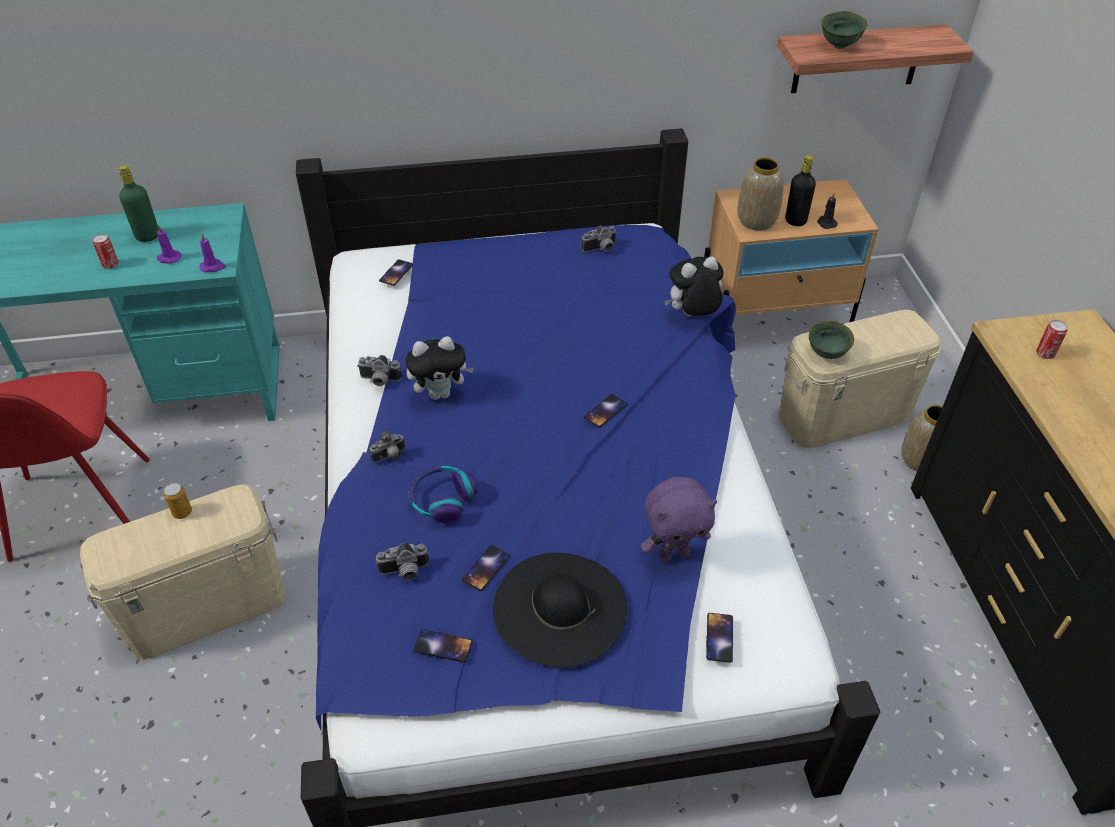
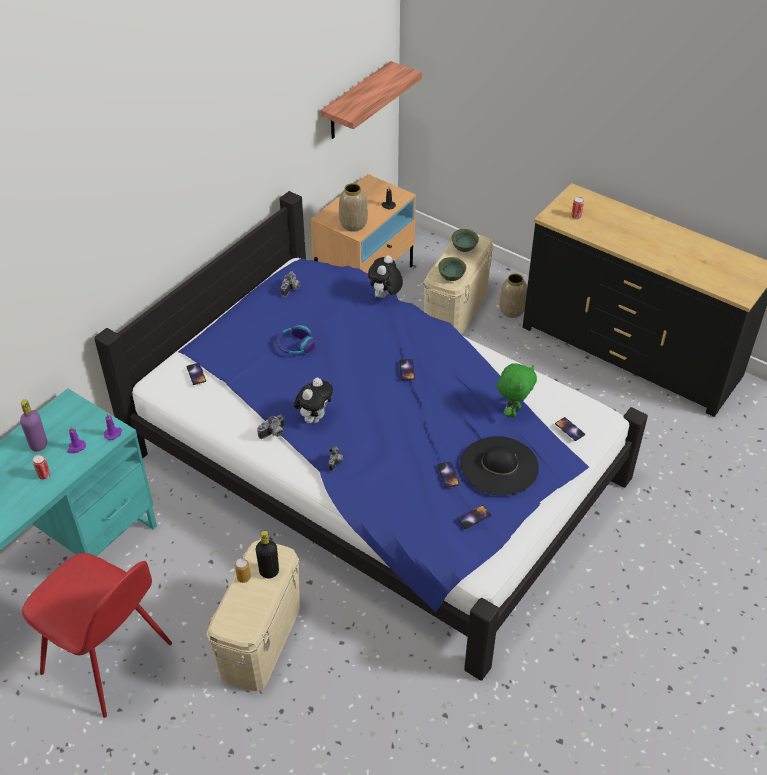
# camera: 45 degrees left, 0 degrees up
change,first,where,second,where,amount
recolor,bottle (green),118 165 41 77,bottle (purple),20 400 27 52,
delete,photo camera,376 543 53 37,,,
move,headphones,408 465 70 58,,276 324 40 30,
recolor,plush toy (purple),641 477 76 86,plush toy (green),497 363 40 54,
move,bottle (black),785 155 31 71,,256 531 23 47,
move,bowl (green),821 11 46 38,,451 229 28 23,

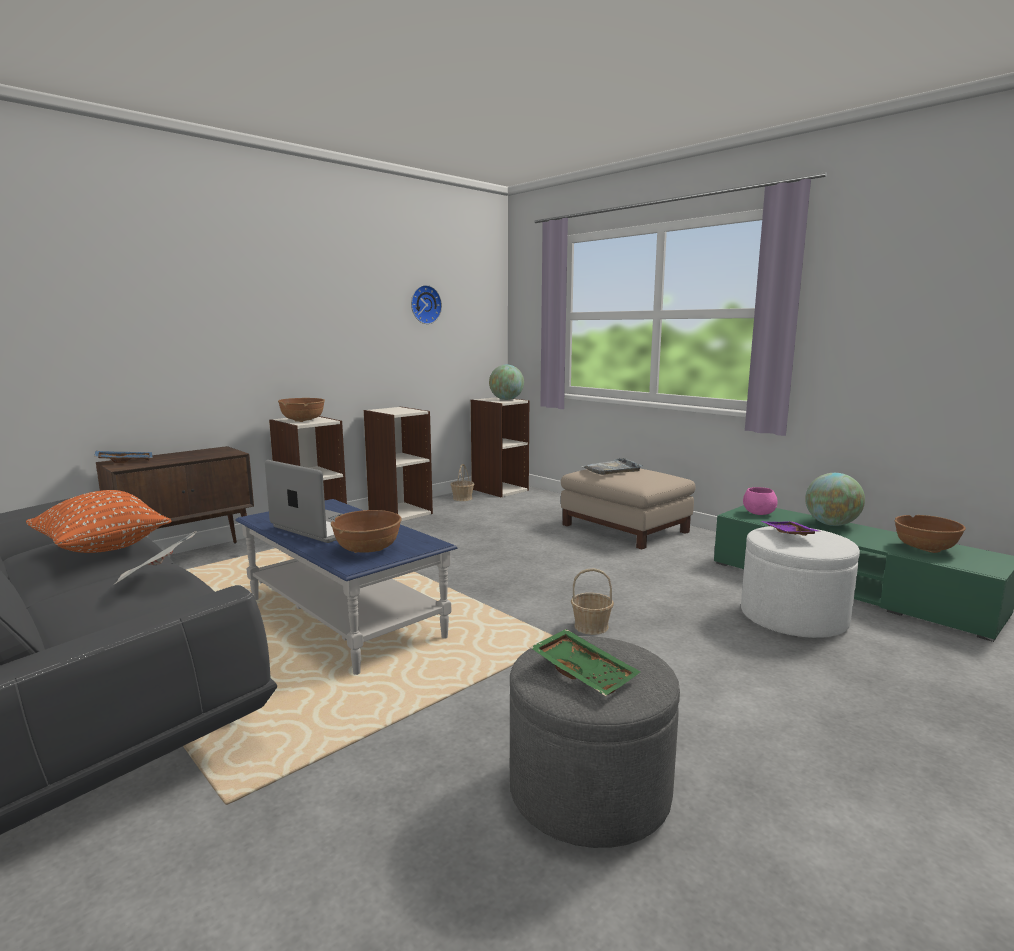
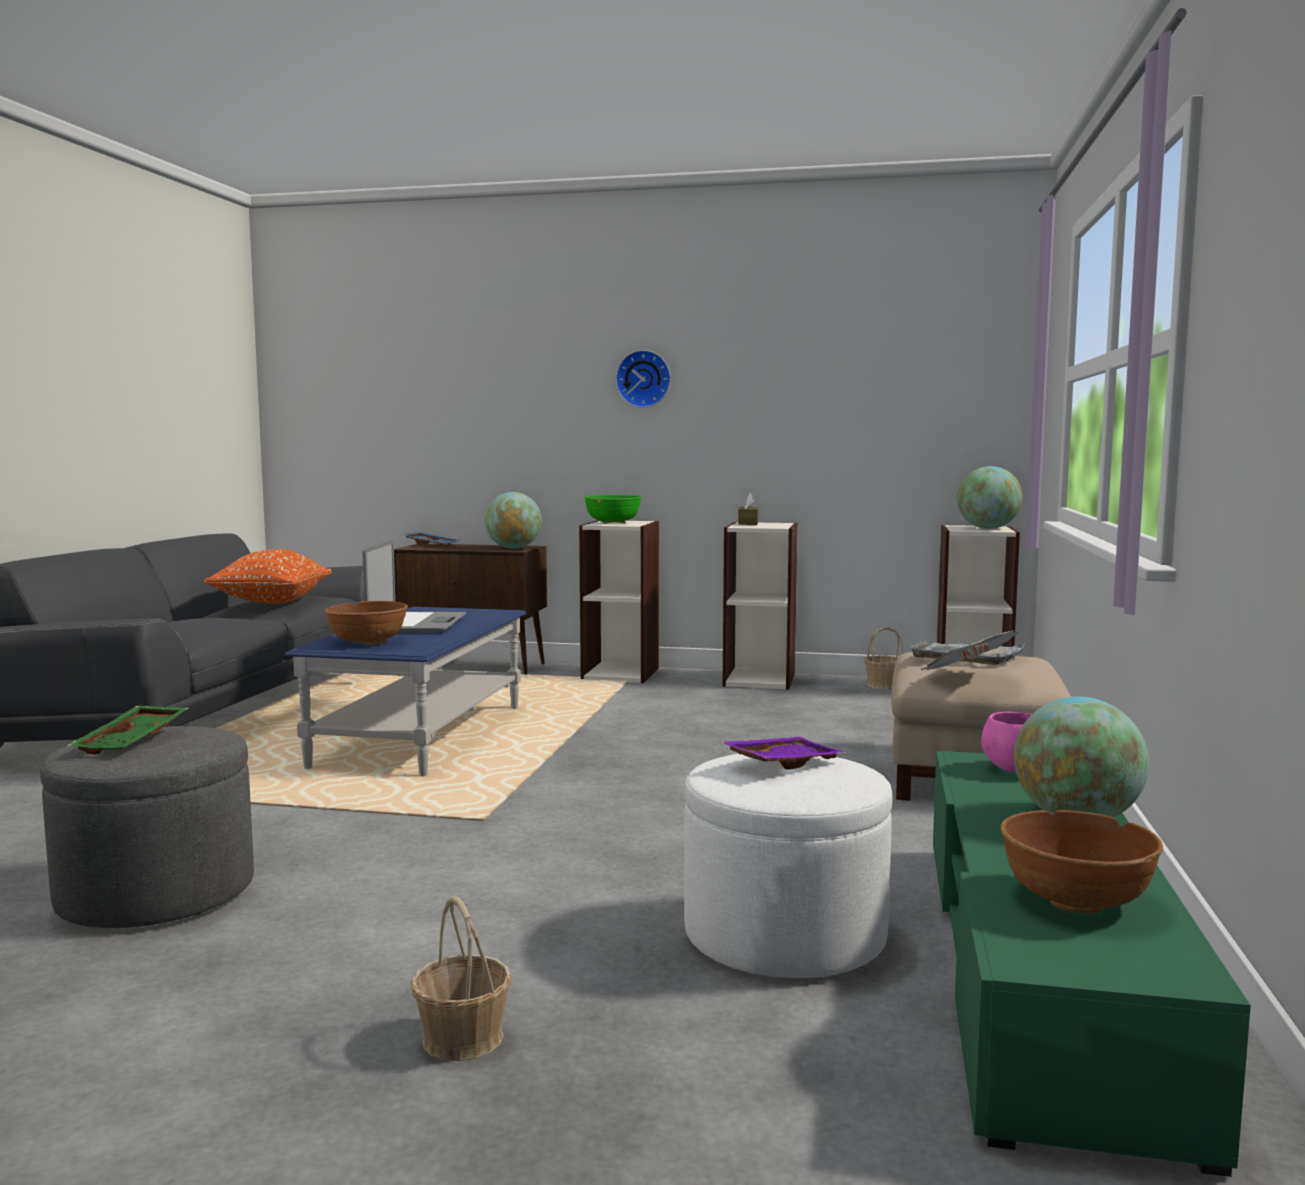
# camera: 55 degrees right, 5 degrees down
change,first,where,second,where,amount
move,newspaper,110 531 87 56,,921 630 97 40,
recolor,bowl (brown),278 398 47 24,bowl (green),585 495 57 29,
move,wall clock,411 285 31 39,,615 350 56 58,
move,basket,571 568 43 67,,411 896 101 165,
insert,,,globe,485 492 57 57,
insert,,,tissue box (brown),738 493 20 32,

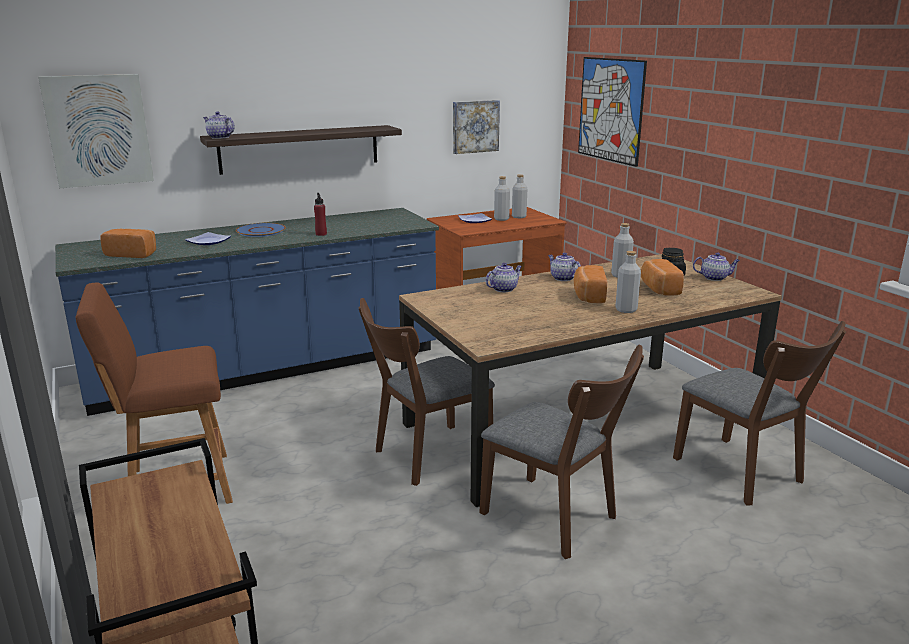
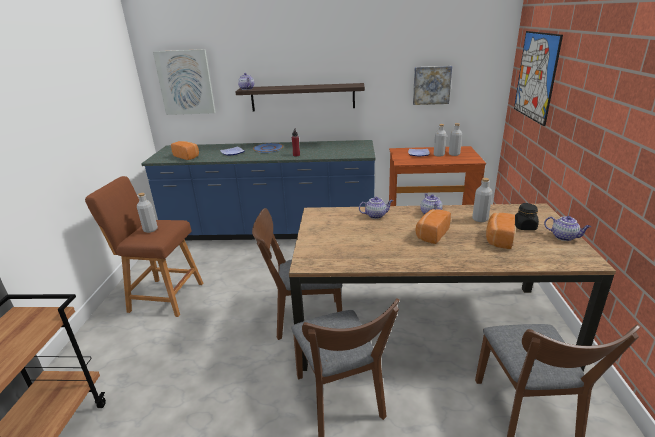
# camera: 30 degrees right, 5 degrees up
change,first,where,second,where,amount
move,bottle (grey),615 251 26 62,,137 193 21 40,

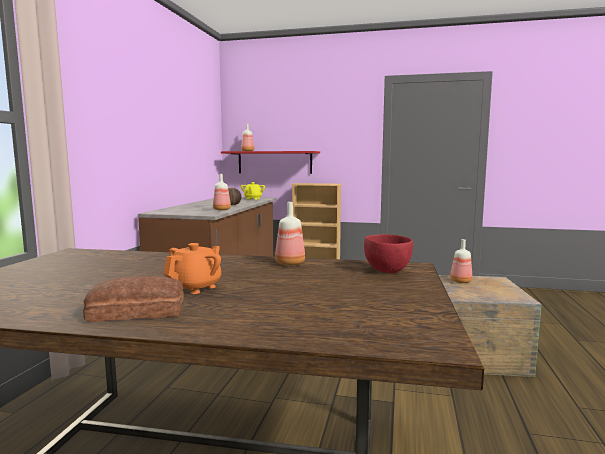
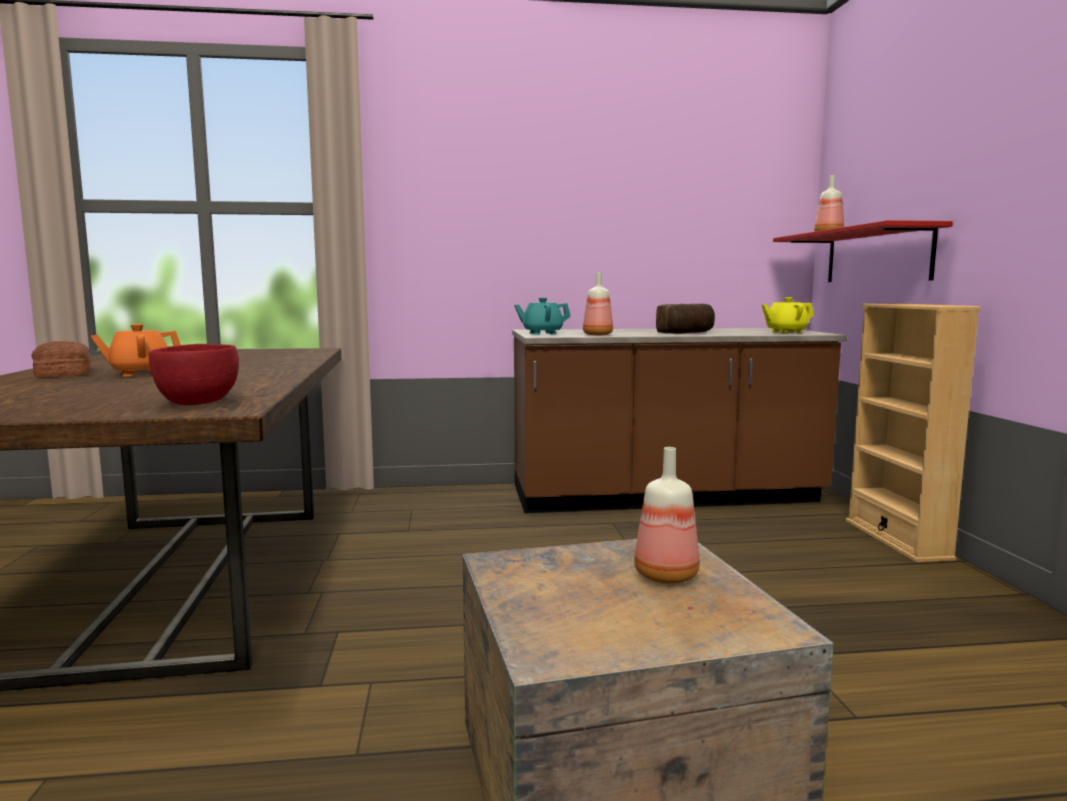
# camera: 70 degrees right, 0 degrees up
change,first,where,second,where,amount
rotate,teapot (orange),164 243 57 51,,90 324 91 52,135 degrees clockwise
delete,bottle,275 202 30 64,,,
insert,,,teapot (turquoise),514 298 57 37,

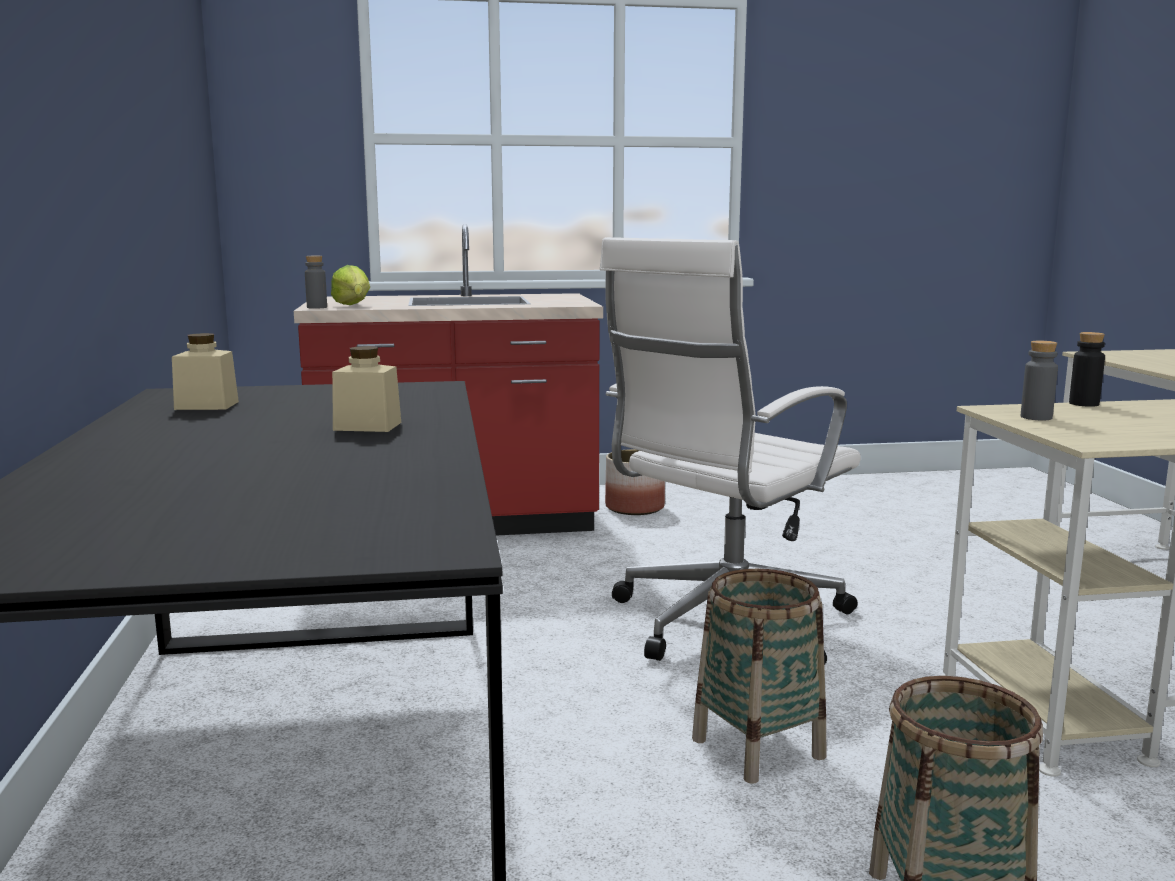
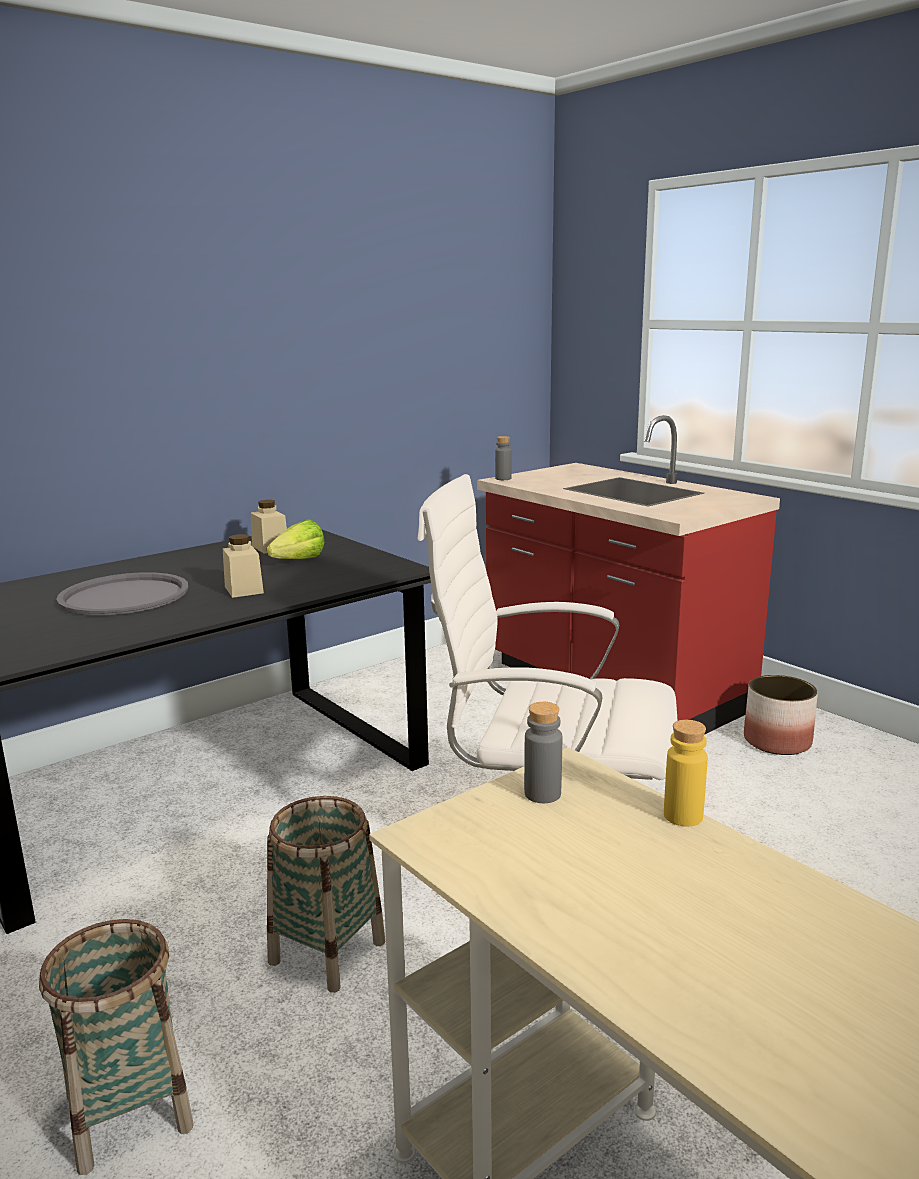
# camera: 60 degrees right, 5 degrees up
change,first,where,second,where,amount
move,lettuce,331 265 39 40,,267 519 58 40,
recolor,bottle (black),1069 332 36 75,bottle (yellow),664 720 44 107,
insert,,,tray (grey),56 572 132 43,

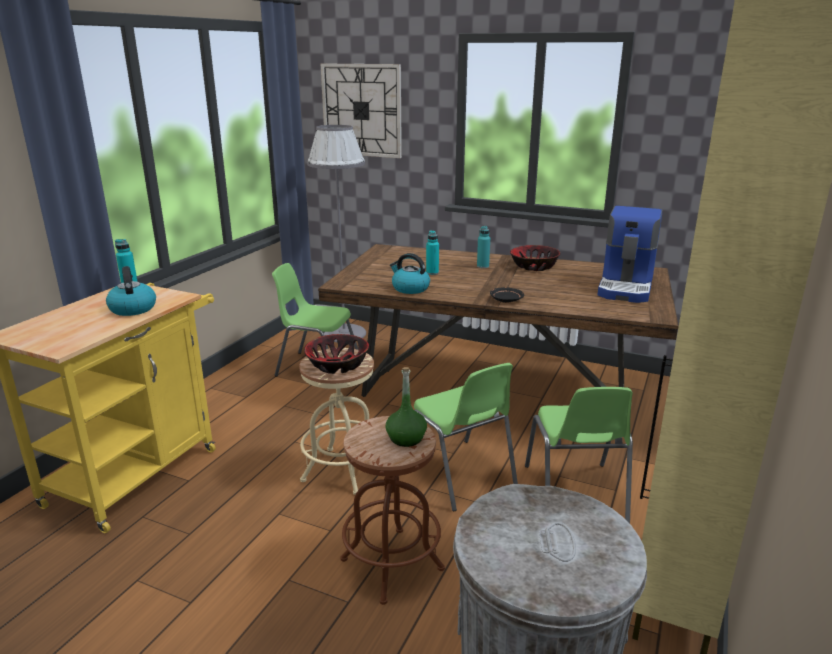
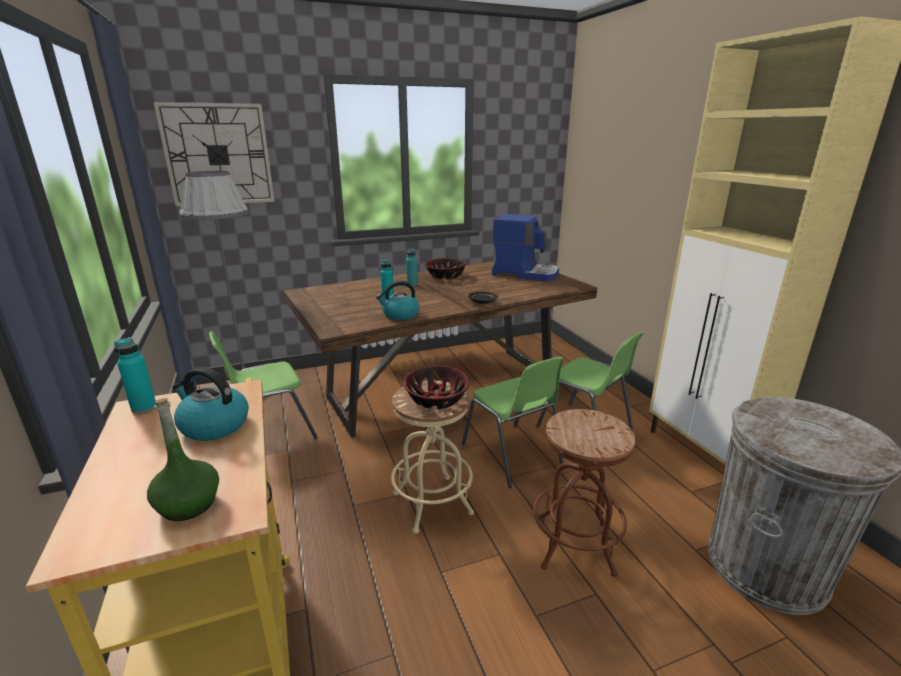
# camera: 45 degrees left, 0 degrees up
change,first,where,second,where,amount
move,bottle (green),386 367 41 80,,147 398 72 123,
rotate,chair (green),414 363 104 148,,462 357 102 131,45 degrees clockwise
rotate,coffee machine,597 206 65 97,,492 214 67 68,45 degrees counterclockwise

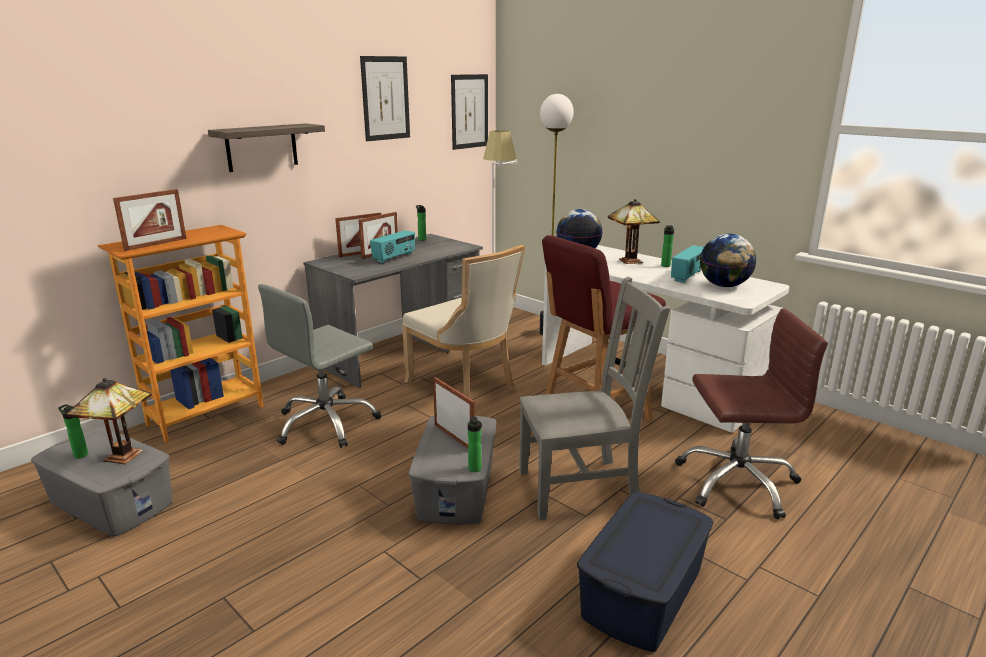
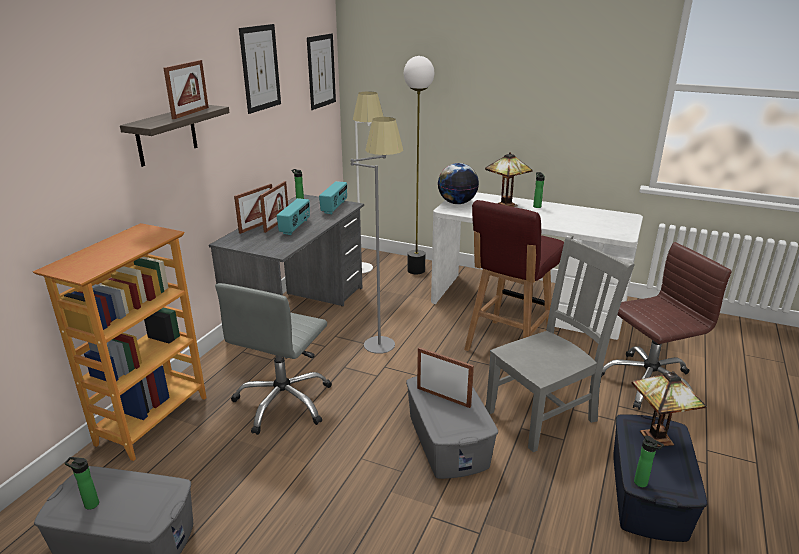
# camera: 20 degrees left, 5 degrees up
change,first,where,second,where,amount
move,table lamp,66 378 86 86,,632 371 75 76,
move,picture frame,113 189 73 62,,164 60 45 59,
replace,chair (beige),402 245 123 153,floor lamp (grey),351 117 52 237,
move,bottle,468 416 14 56,,634 436 30 51,
move,radio,671 245 33 38,,319 181 28 33,
delete,globe,700 234 56 53,,,

